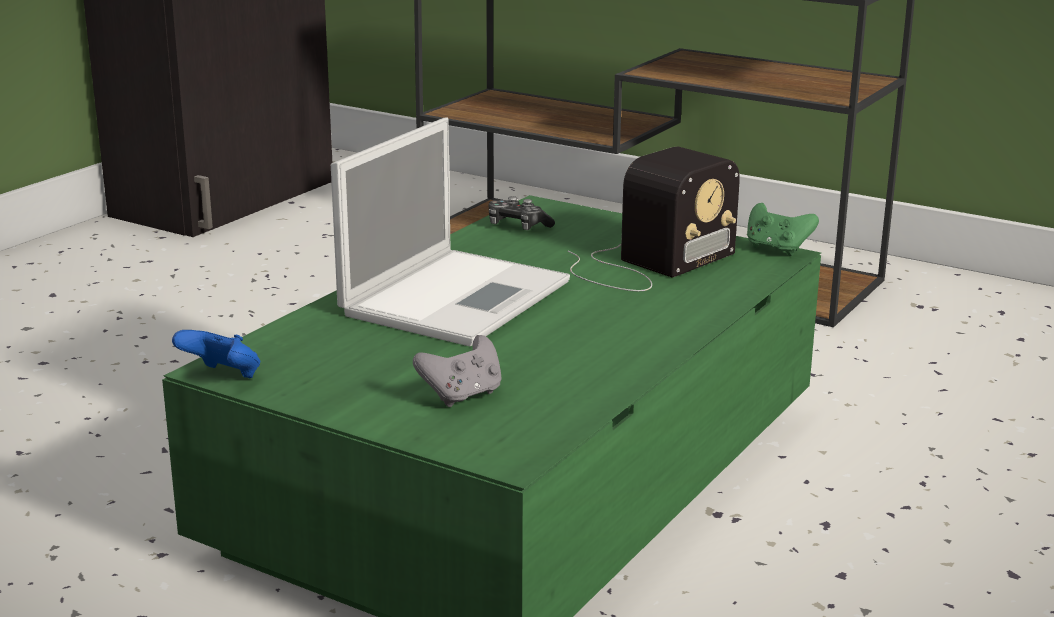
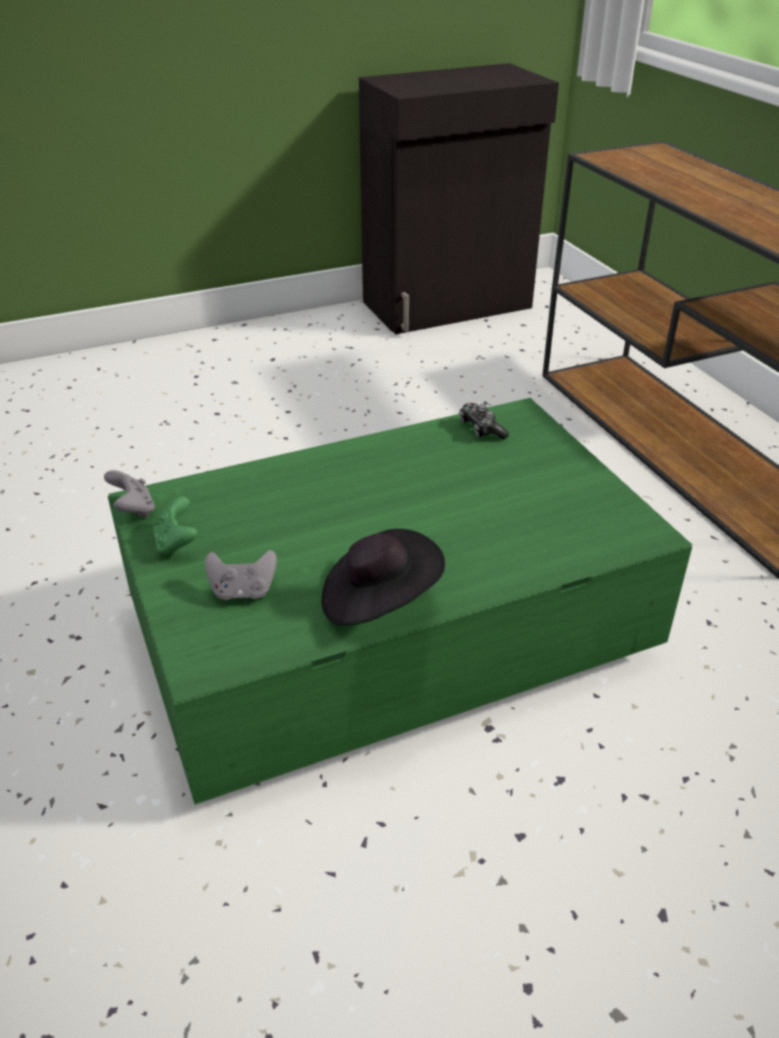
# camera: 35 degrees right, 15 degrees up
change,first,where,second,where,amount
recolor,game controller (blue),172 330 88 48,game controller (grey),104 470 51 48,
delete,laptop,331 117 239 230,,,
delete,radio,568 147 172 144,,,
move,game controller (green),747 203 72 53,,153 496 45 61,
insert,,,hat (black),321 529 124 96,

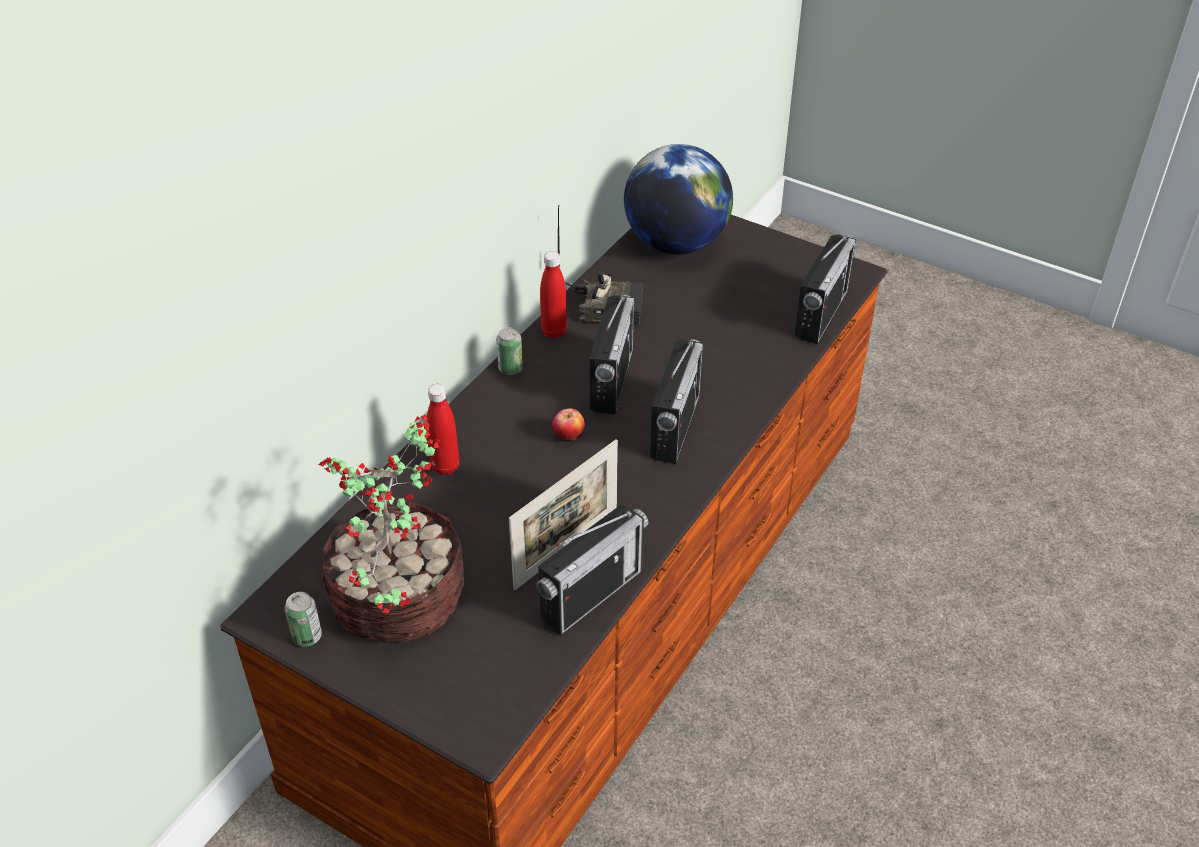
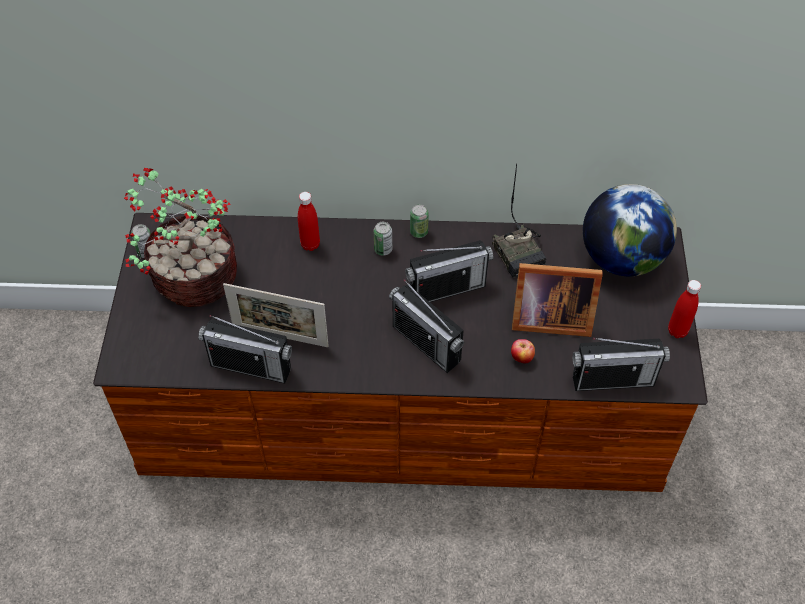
# camera: 60 degrees right, 10 degrees up
change,first,where,second,where,amount
move,bottle (red),540 251 27 88,,668 280 33 58,
move,apple,552 408 33 32,,511 339 24 25,
rotate,radio,650 339 53 125,,389 279 75 94,60 degrees clockwise
insert,,,can,374 222 18 34,
insert,,,picture frame,512 263 91 74,

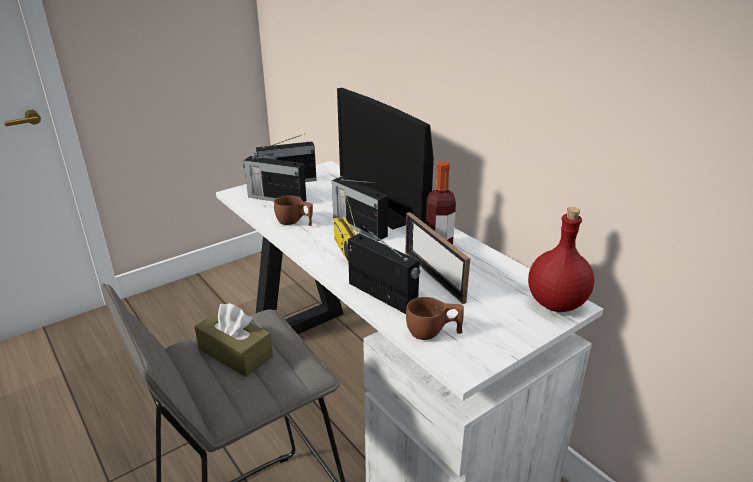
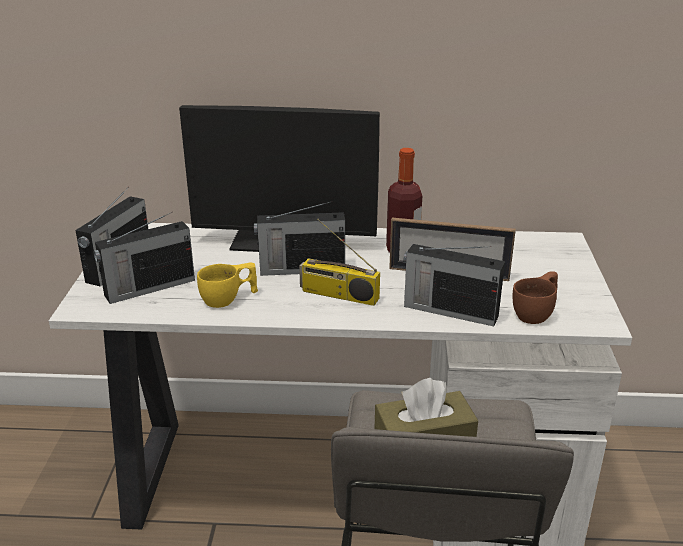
# camera: 50 degrees left, 0 degrees up
change,first,where,second,where,amount
recolor,cup (brown),274 195 39 31,cup (yellow),197 262 61 46,
rotate,radio,348 226 72 88,,403 244 102 82,150 degrees counterclockwise
delete,bottle (red),528 207 66 105,,,

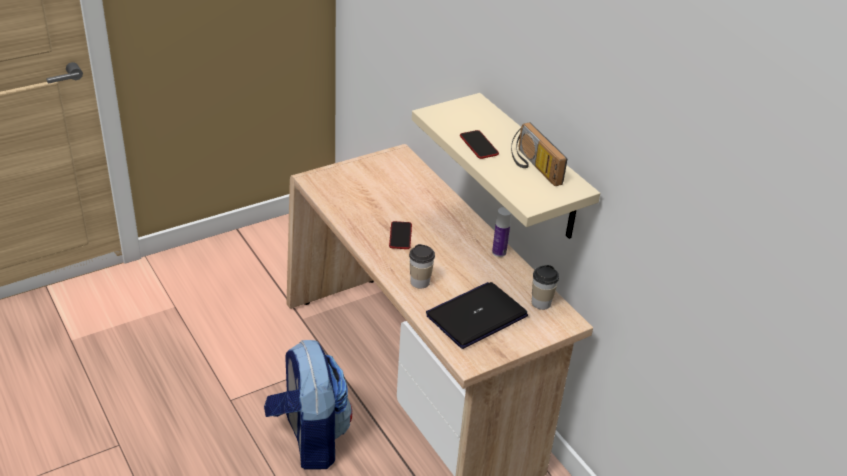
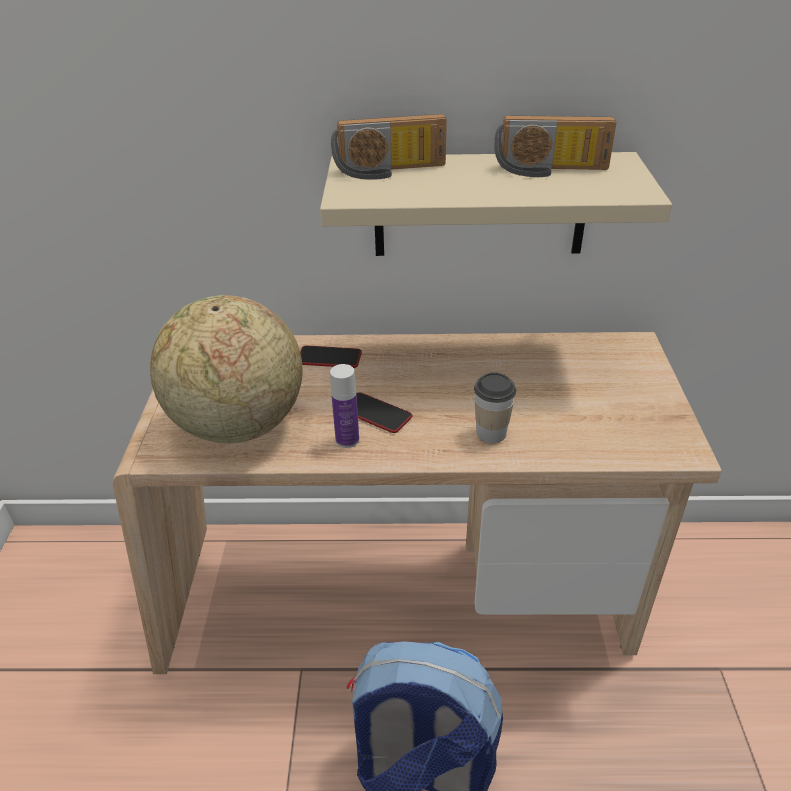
# camera: 55 degrees left, 0 degrees up
change,first,where,second,where,amount
delete,laptop,426 282 102 67,,,
move,phone,460 130 39 29,,300 346 62 22,
move,bottle,492 207 19 50,,330 364 29 84,
delete,cup,532 265 27 45,,,
insert,,,globe,150 295 153 148,
insert,,,radio,331 114 116 66,

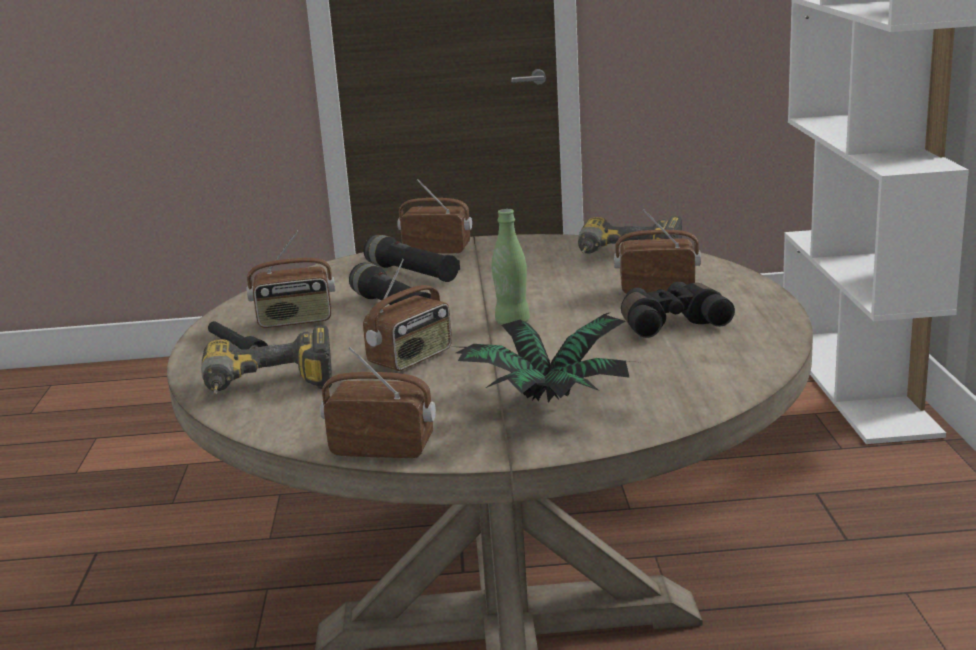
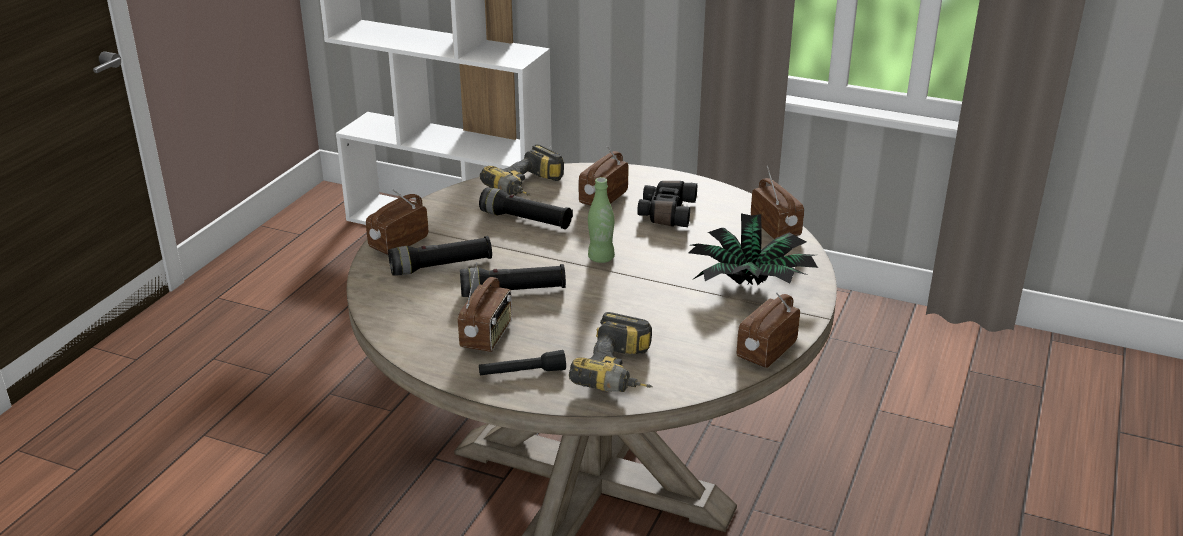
# camera: 65 degrees left, 10 degrees up
change,first,where,second,where,amount
move,radio,363 259 89 112,,751 166 53 73,
insert,,,flashlight (black),479 188 94 41,

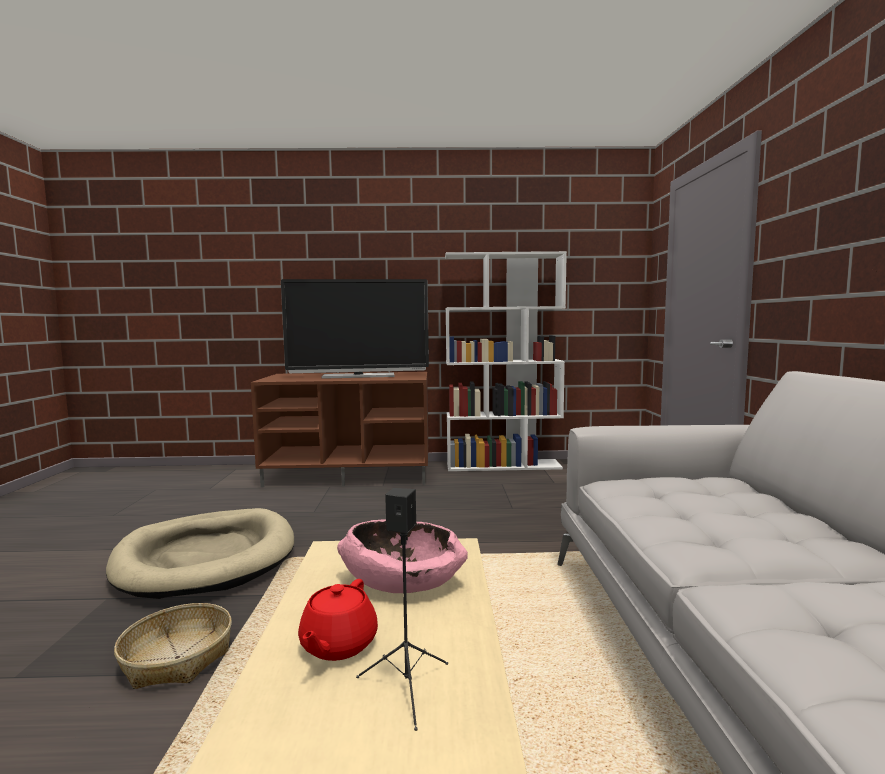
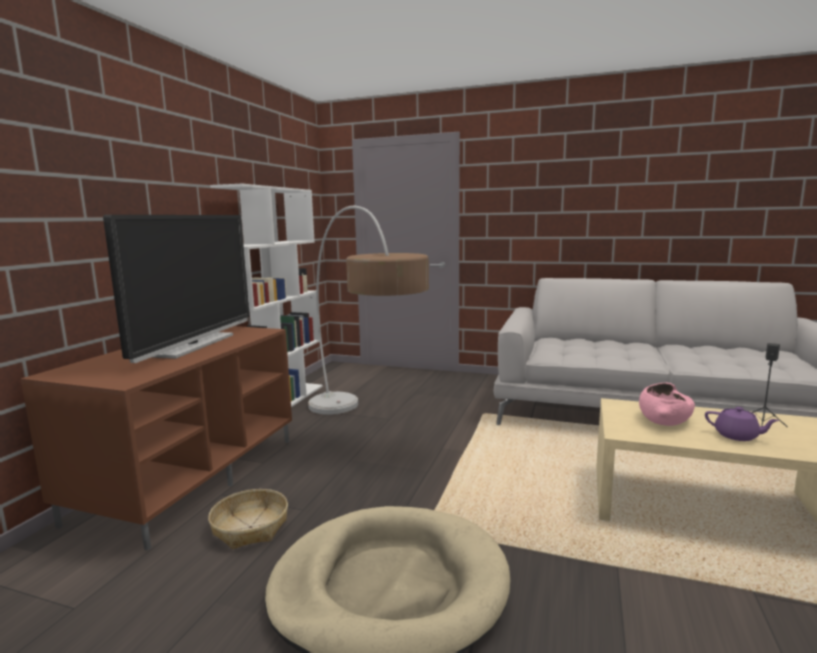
# camera: 70 degrees left, 5 degrees up
change,first,where,second,where,amount
move,basket,114 603 118 86,,208 489 80 60,
recolor,teapot (red),298 579 80 82,teapot (purple),705 407 75 34,
insert,,,floor lamp,308 206 121 209,

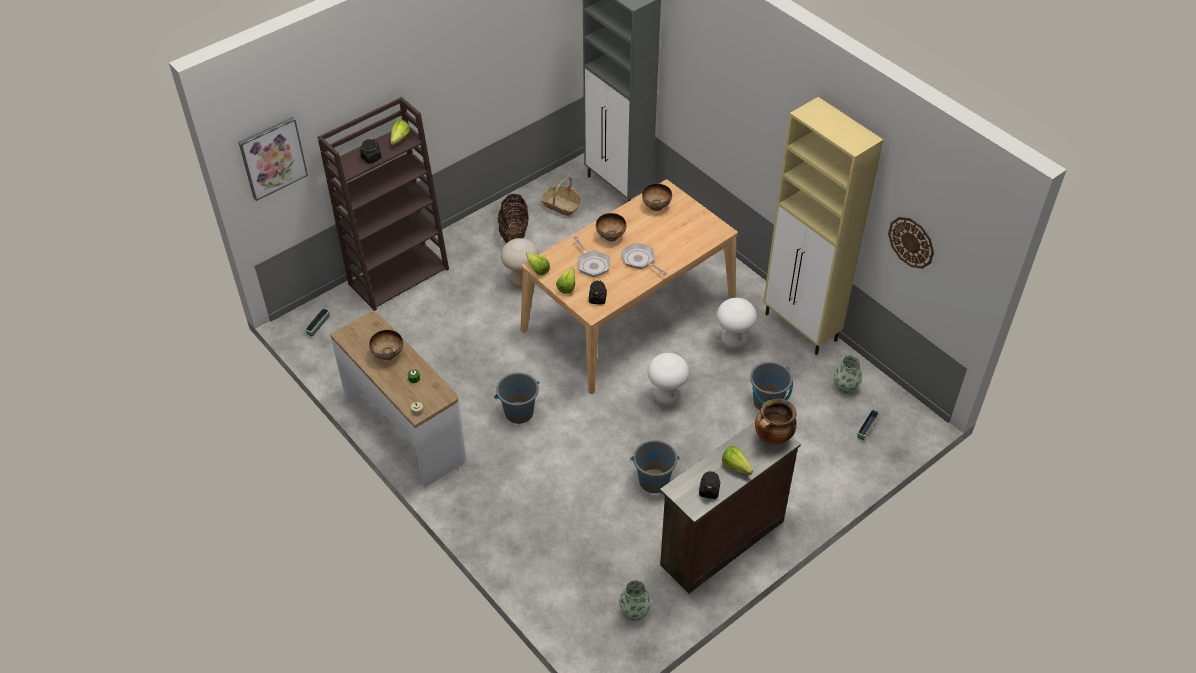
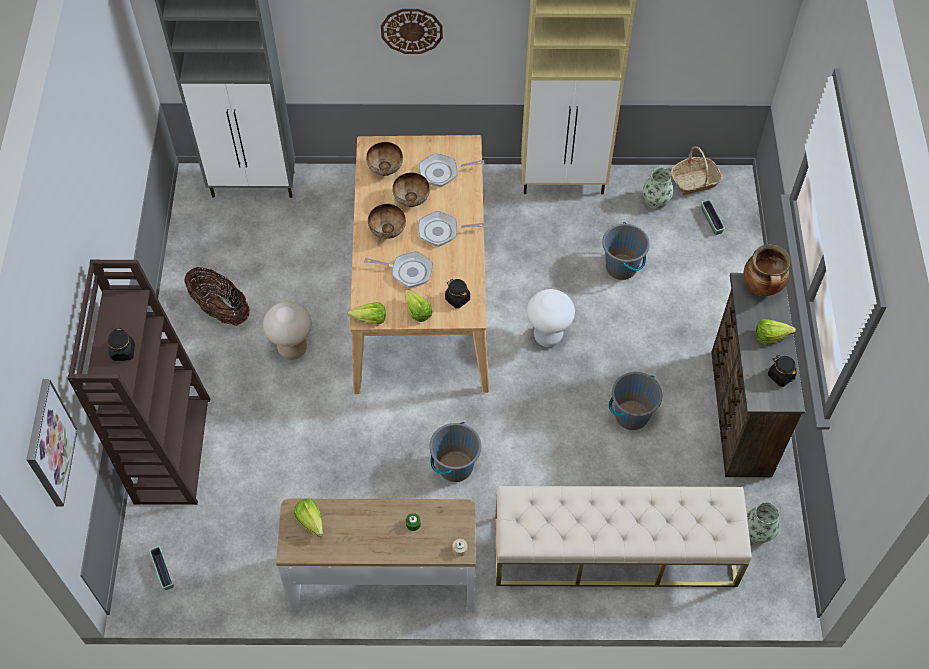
# camera: 50 degrees left, 10 degrees up
change,first,where,second,where,amount
move,bowl,369 330 34 30,,392 172 38 35,
move,lettuce,390 120 20 25,,294 499 29 38,
move,basket,541 177 41 39,,671 146 52 49,
delete,stool (white),717 298 40 52,,,
move,wall clock,888 217 46 52,,381 9 62 45,
insert,,,frying pan,419 153 66 34,
insert,,,bench (beige),495 486 257 101,

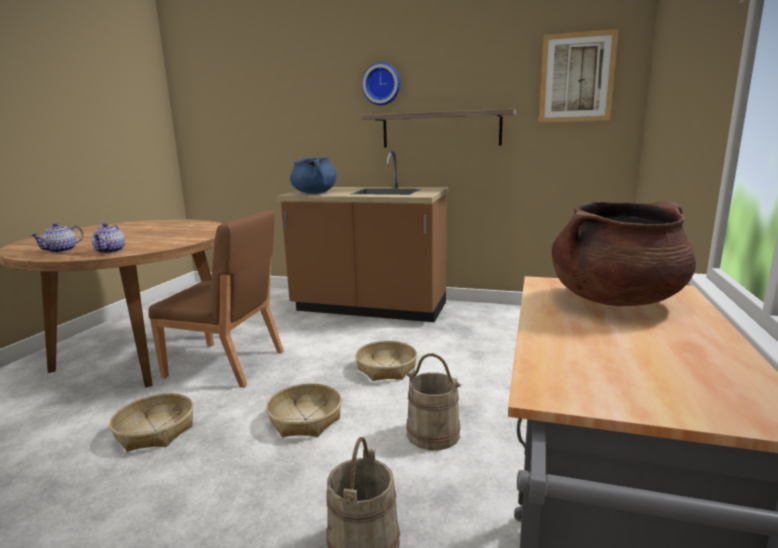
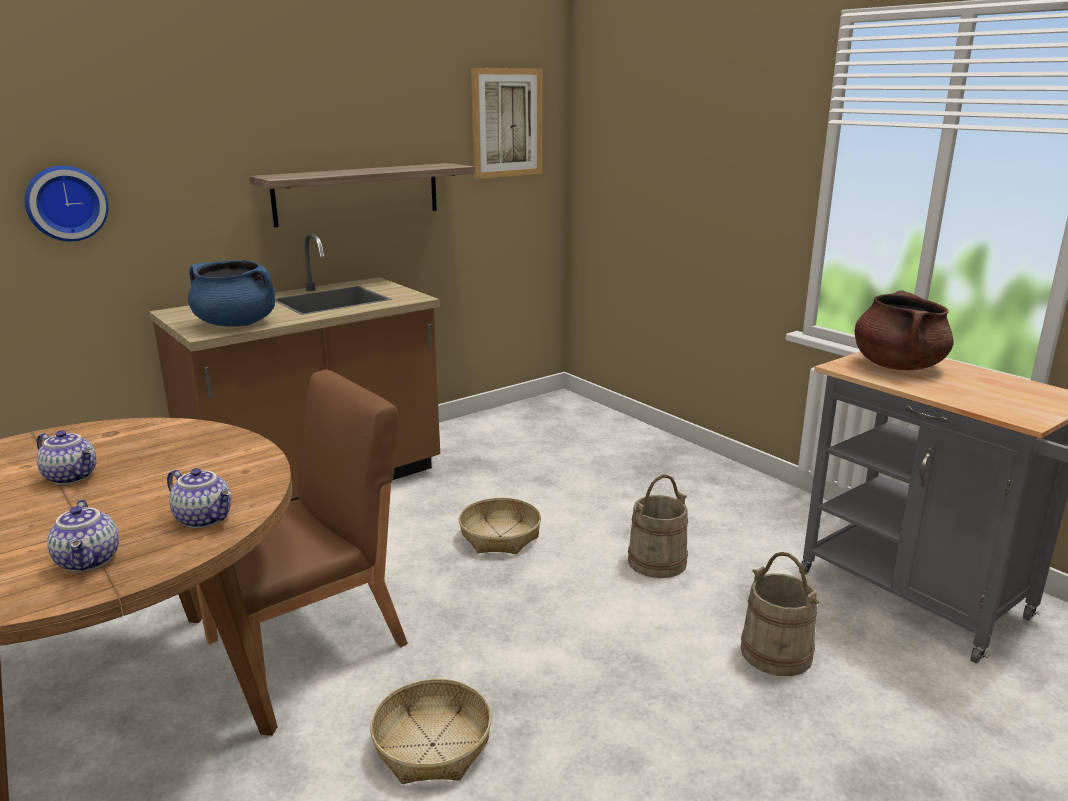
# camera: 55 degrees left, 5 degrees up
change,first,where,second,where,amount
delete,basket,266 383 76 54,,,
move,wall clock,362 62 38 43,,24 166 84 76,
insert,,,teapot,37 430 59 55,

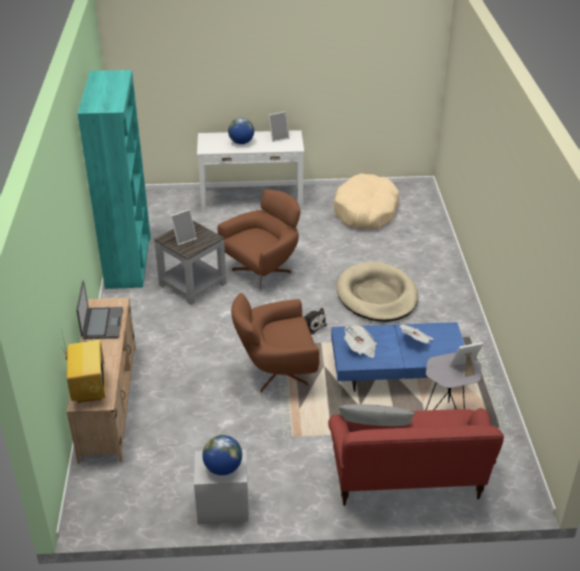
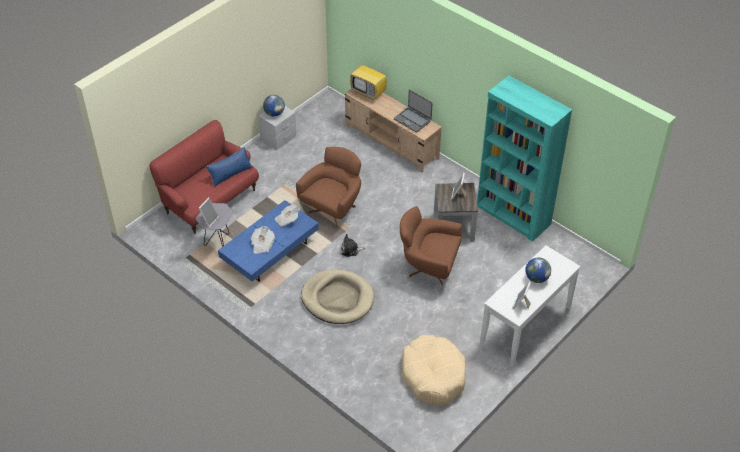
# camera: 135 degrees right, 10 degrees up
change,first,where,second,where,amount
rotate,armchair (brown),218 189 82 101,,400 206 62 79,105 degrees clockwise
recolor,pillow (grey),338 404 78 22,pillow (blue),206 147 47 40,

